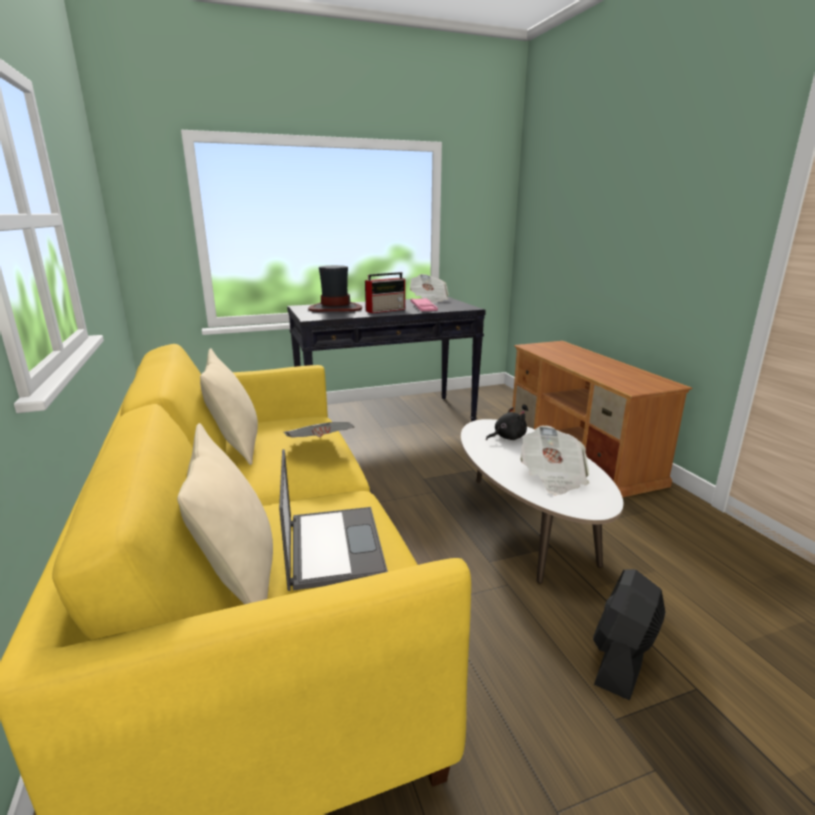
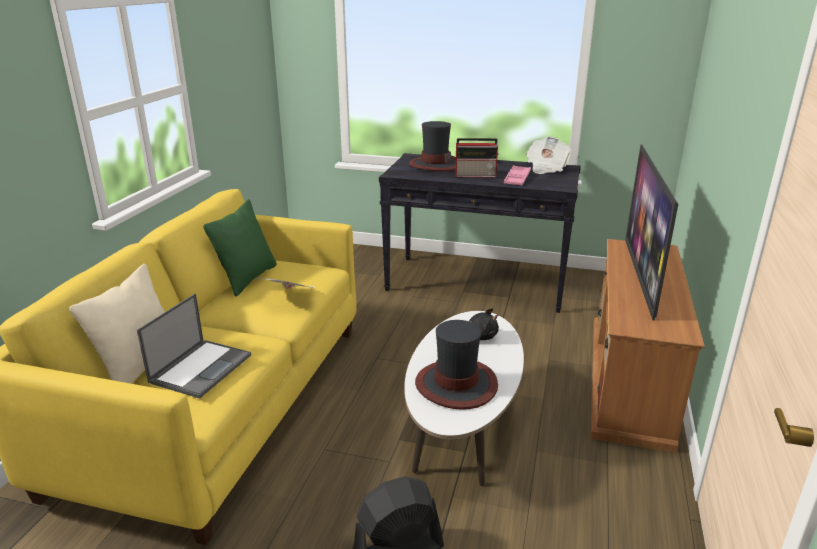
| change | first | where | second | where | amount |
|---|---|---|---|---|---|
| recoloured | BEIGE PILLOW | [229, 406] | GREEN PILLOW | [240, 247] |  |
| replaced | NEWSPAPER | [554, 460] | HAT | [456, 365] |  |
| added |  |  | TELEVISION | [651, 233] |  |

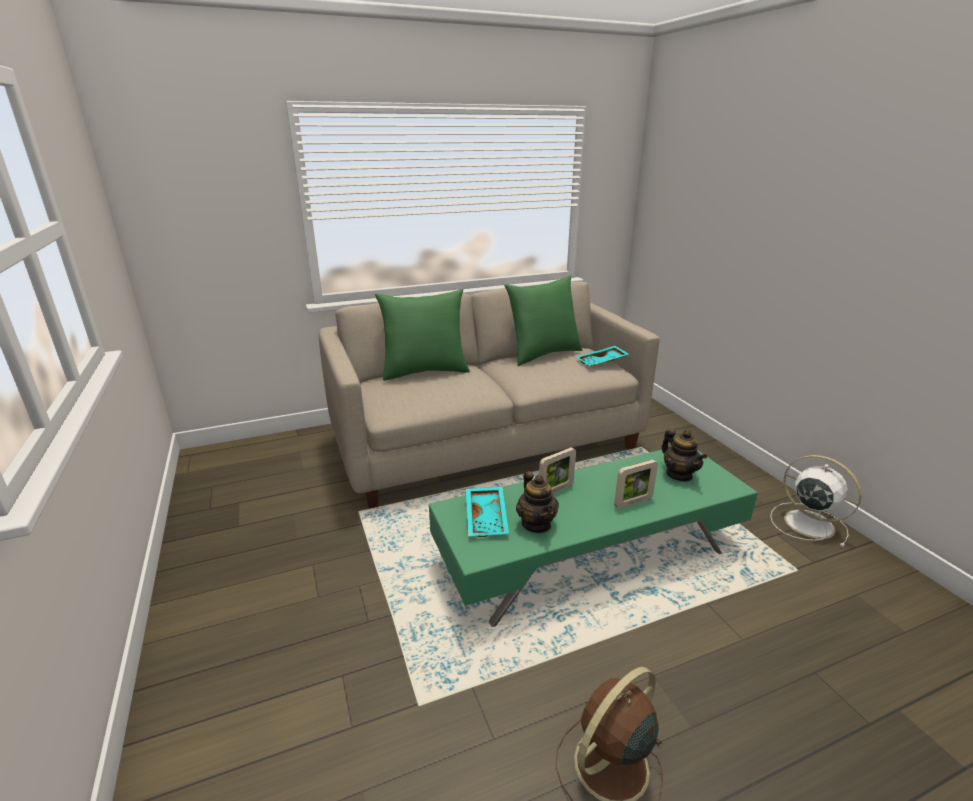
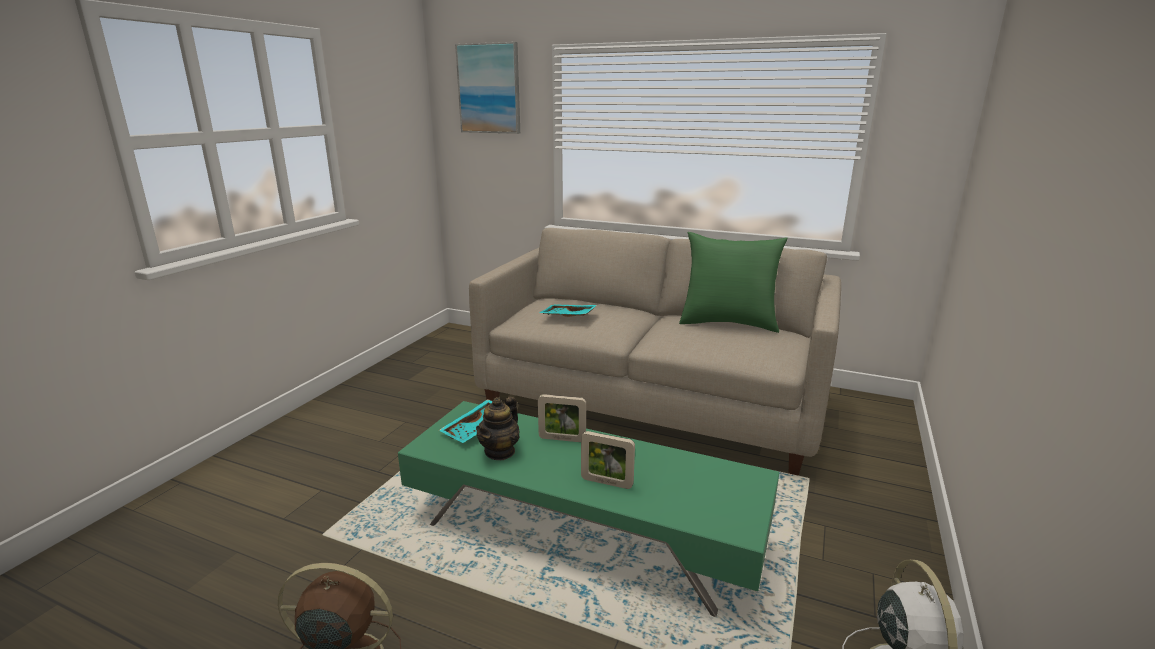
| change | first | where | second | where | amount |
|---|---|---|---|---|---|
| added |  |  | PICTURE | [487, 88] |  |
| moved | TURQUOISE TRAY | [602, 356] |  | [568, 310] |  |
| removed | GREEN PILLOW | [422, 335] |  |  |  |
| removed | TEAPOT | [684, 455] |  |  |  |

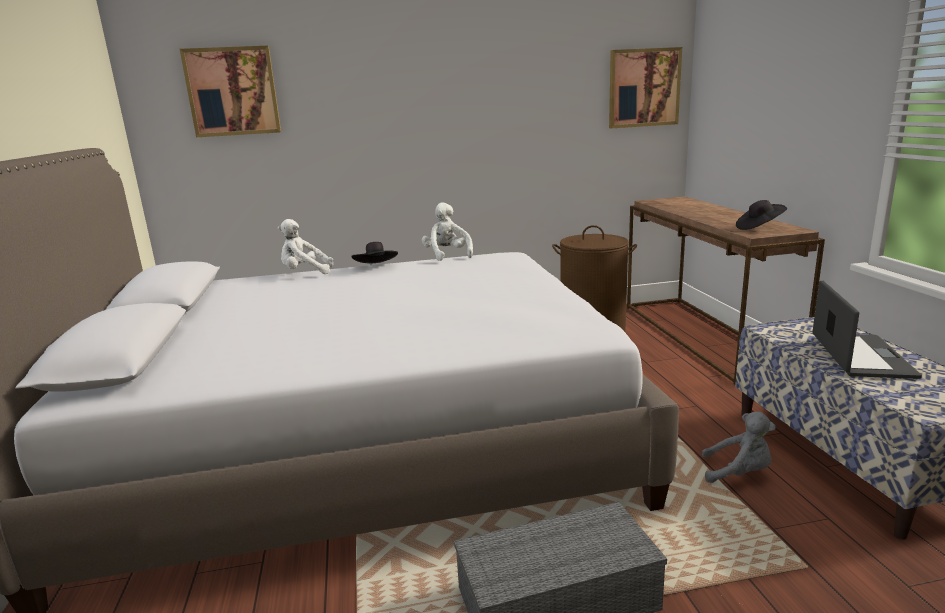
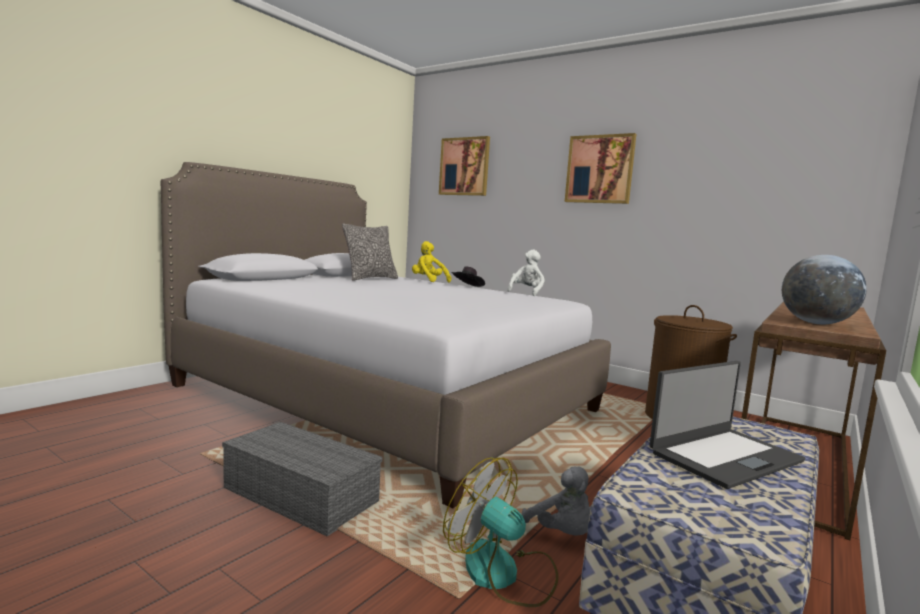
| change | first | where | second | where | amount |
|---|---|---|---|---|---|
| added |  |  | PILLOW | [370, 252] |  |
| recoloured | WHITE PLUSH TOY | [306, 246] | YELLOW PLUSH TOY | [431, 262] |  |
| added |  |  | FAN | [500, 532] |  |
| moved | PICTURE | [645, 87] |  | [600, 168] |  |
| replaced | BLACK HAT | [761, 215] | GLOBE | [824, 289] |  |

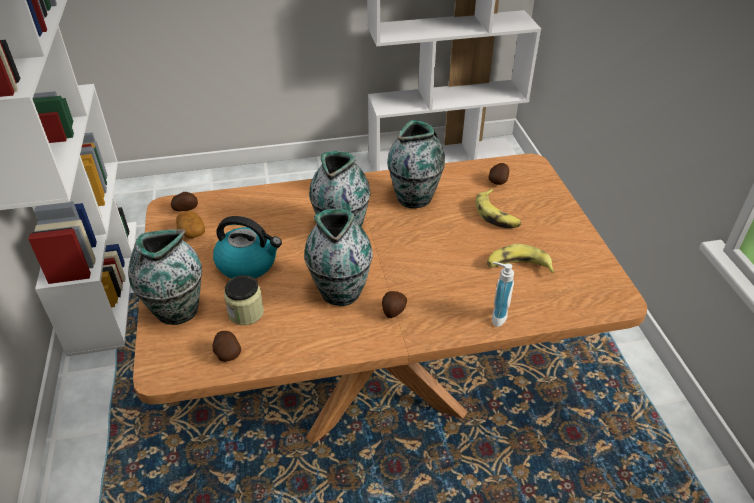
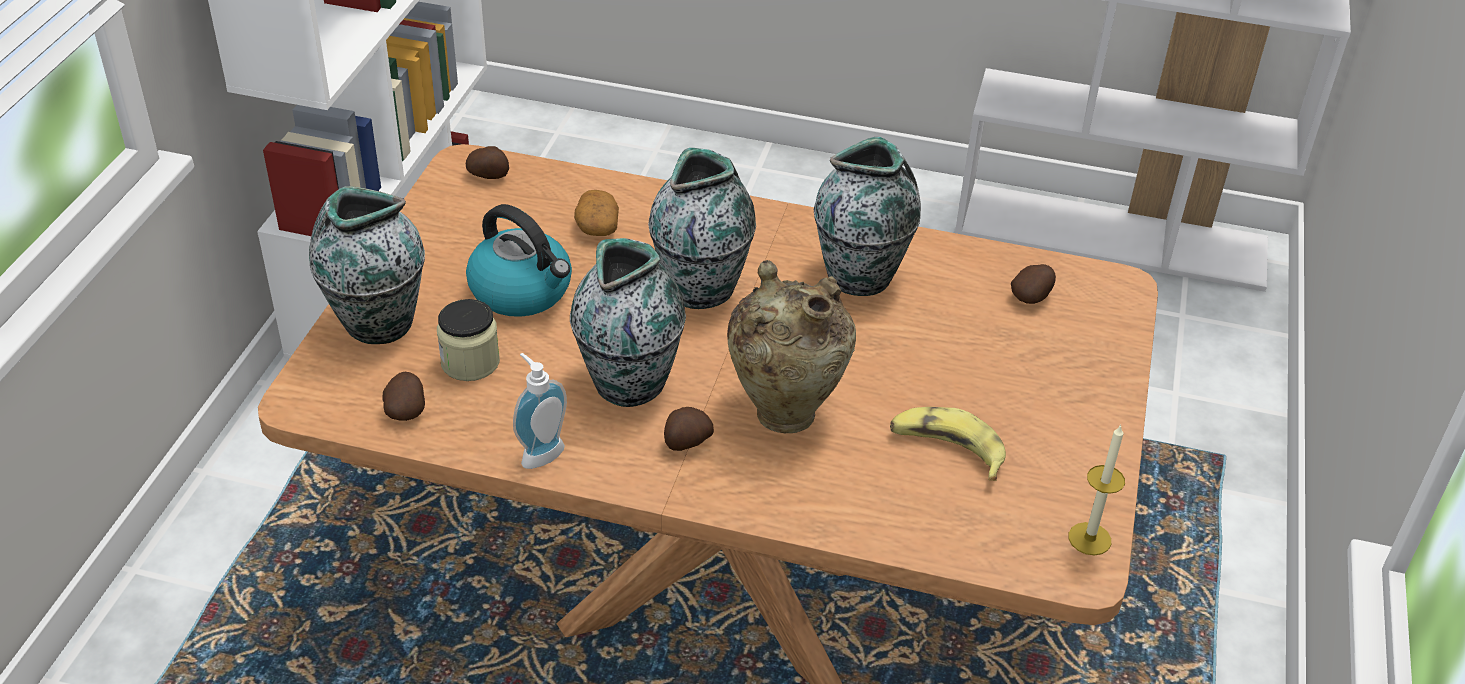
| change | first | where | second | where | amount |
|---|---|---|---|---|---|
| moved | SOAP DISPENSER | [503, 294] |  | [540, 411] |  |
| moved | POTATO | [190, 224] |  | [596, 213] |  |
| added |  |  | BEIGE VASE | [791, 346] |  |
| added |  |  | CANDLE | [1097, 489] |  |
| removed | BANANA | [499, 208] |  |  |  |

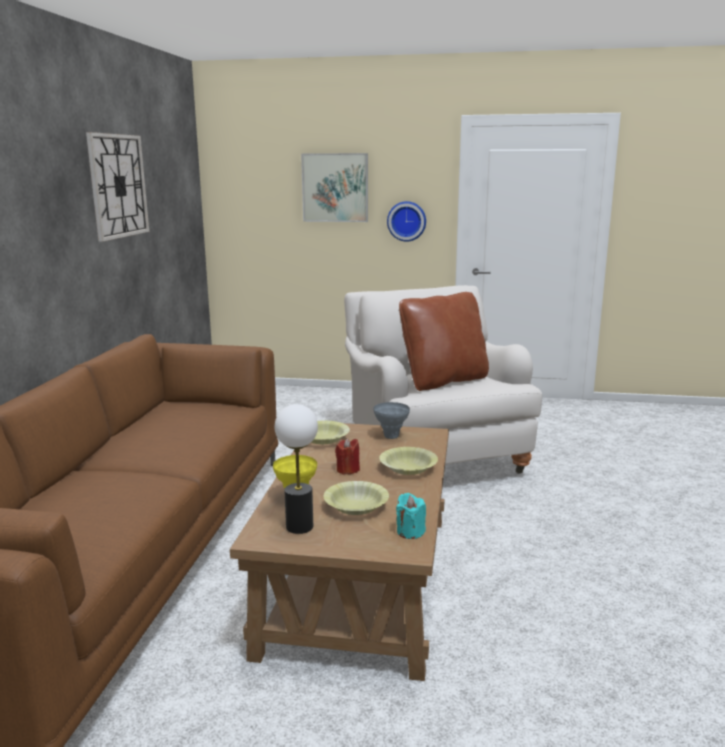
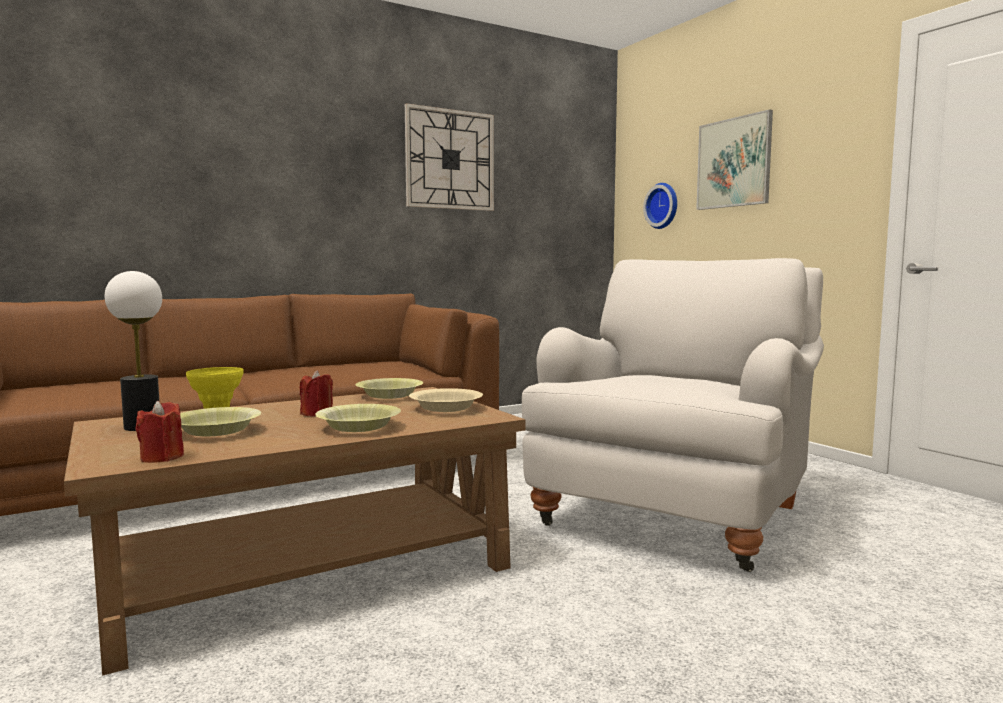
| change | first | where | second | where | amount |
|---|---|---|---|---|---|
| recoloured | TURQUOISE CANDLE | [411, 516] | RED CANDLE | [159, 432] |  |
| replaced | GREY VASE | [391, 420] | BEIGE BOWL | [446, 400] |  |
| moved | WALL CLOCK | [406, 221] |  | [660, 206] |  |
| removed | BROWN PILLOW | [444, 341] |  |  |  |

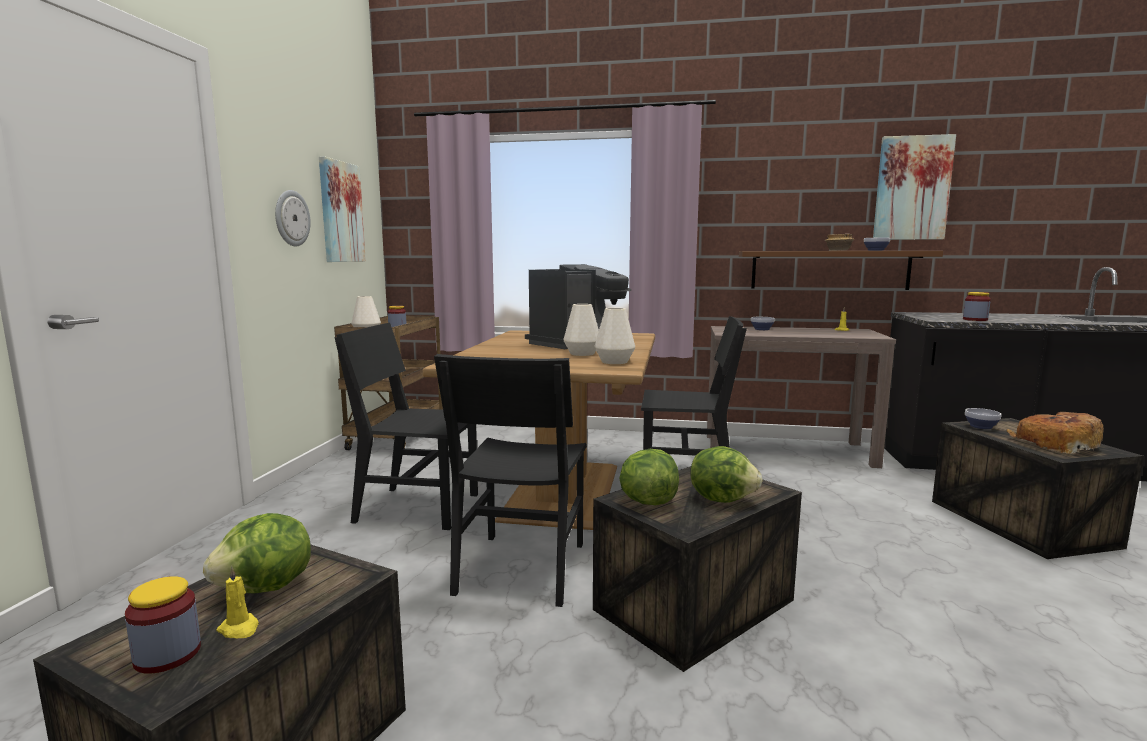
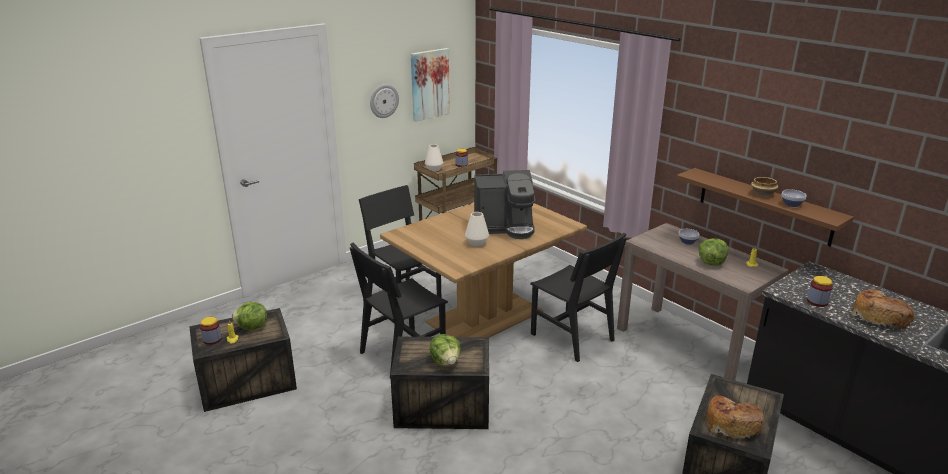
| change | first | where | second | where | amount |
|---|---|---|---|---|---|
| moved | LETTUCE | [649, 477] |  | [713, 252] |  |
| added |  |  | BREAD | [883, 309] |  |
| removed | WHITE VASE | [614, 336] |  |  |  |
| removed | PICTURE | [914, 187] |  |  |  |
| removed | BOWL | [983, 418] |  |  |  |

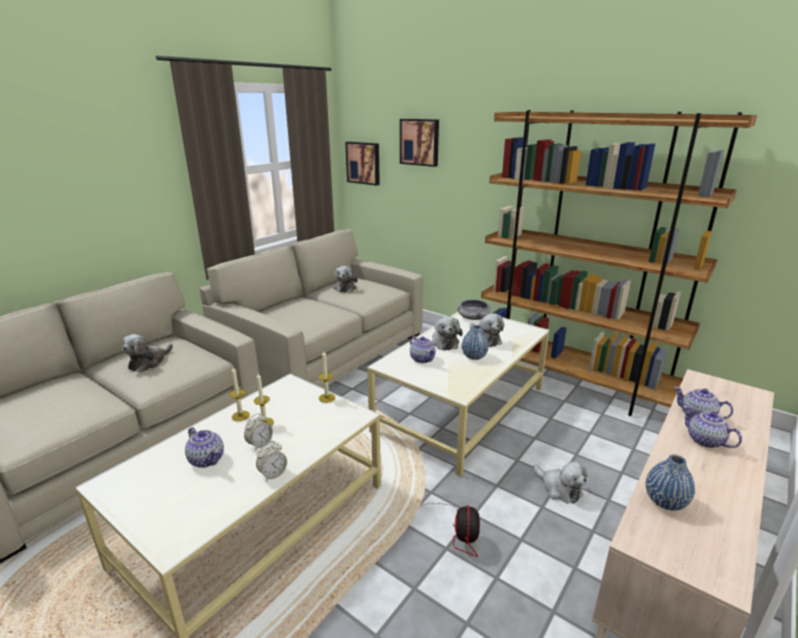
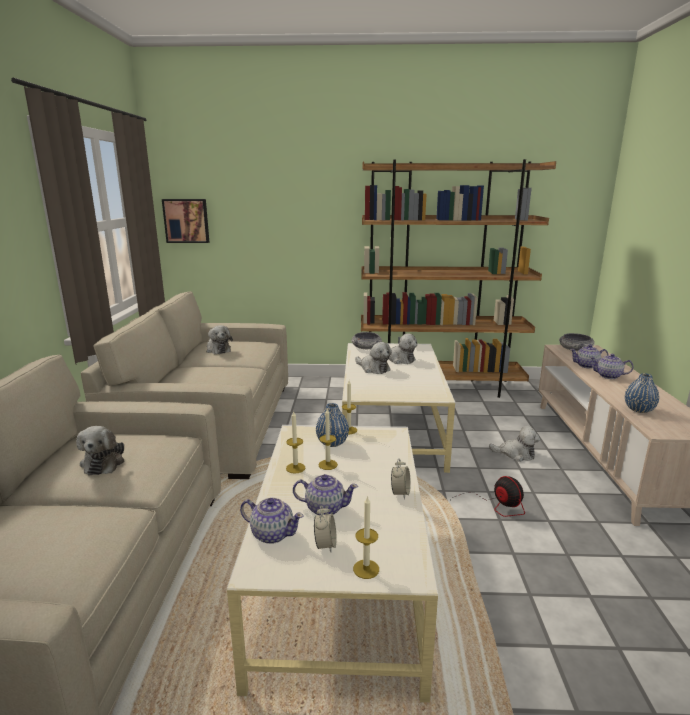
| change | first | where | second | where | amount |
|---|---|---|---|---|---|
| moved | TEAPOT | [423, 349] |  | [272, 521] |  |
| moved | ALARM CLOCK | [258, 431] |  | [325, 528] |  |
| moved | BLUE VASE | [475, 342] |  | [332, 425] |  |
| added |  |  | CANDLE | [366, 537] |  |
| added |  |  | BOWL | [577, 342] |  |
| removed | PICTURE | [419, 143] |  |  |  |

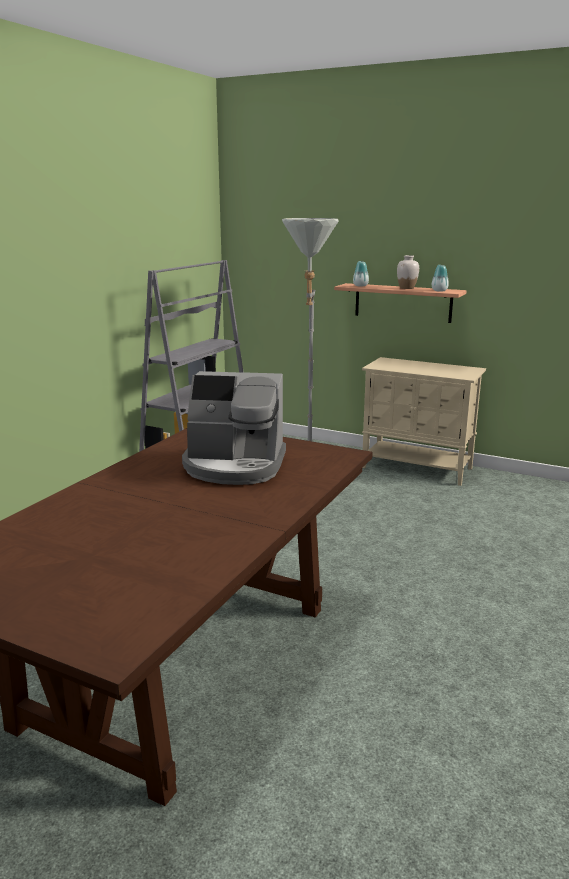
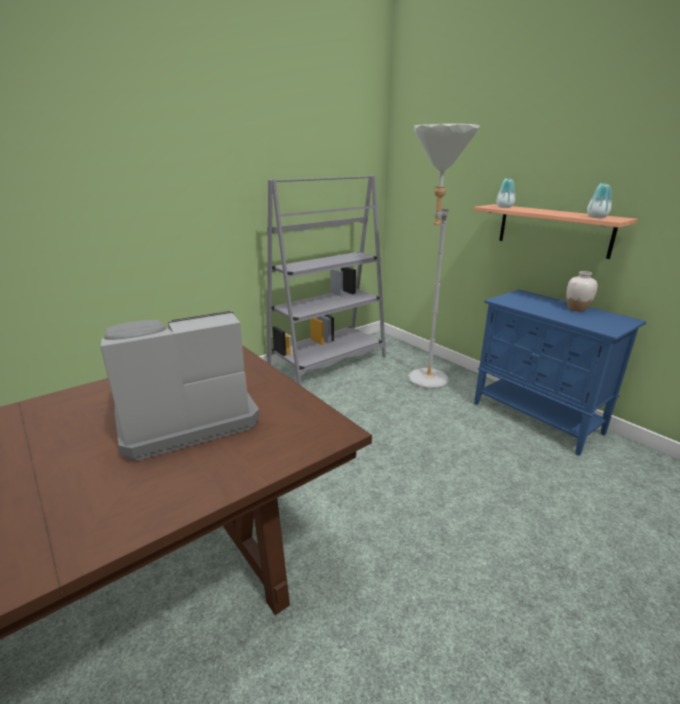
| change | first | where | second | where | amount |
|---|---|---|---|---|---|
| turned | COFFEE MACHINE | [234, 428] |  | [180, 386] | 120 degrees clockwise |
| recoloured | BEIGE CABINET | [424, 421] | BLUE CABINET | [560, 372] |  |
| moved | WHITE VASE | [408, 272] |  | [581, 291] |  |

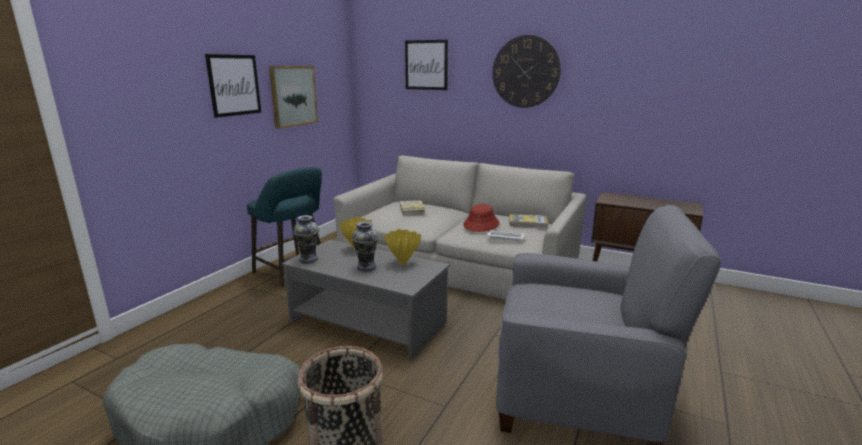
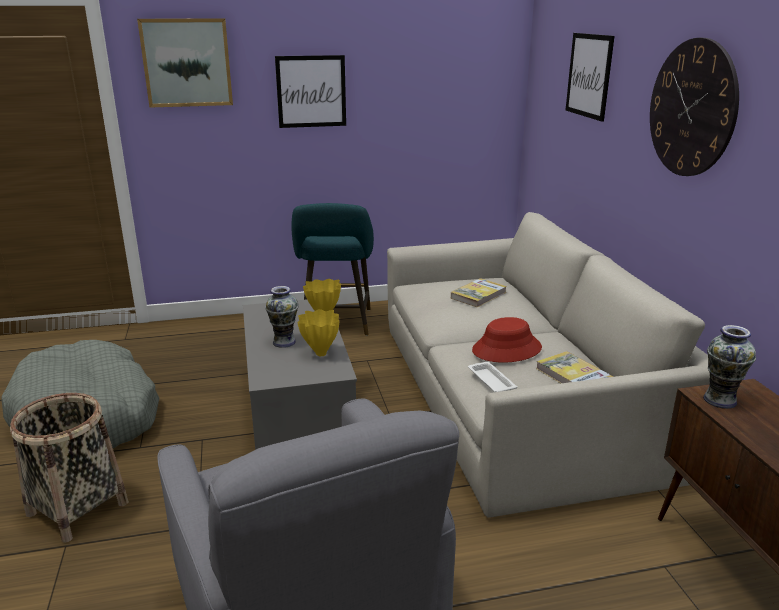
| change | first | where | second | where | amount |
|---|---|---|---|---|---|
| moved | PICTURE | [293, 97] |  | [185, 63] |  |
| moved | VASE | [306, 239] |  | [729, 367] |  |

